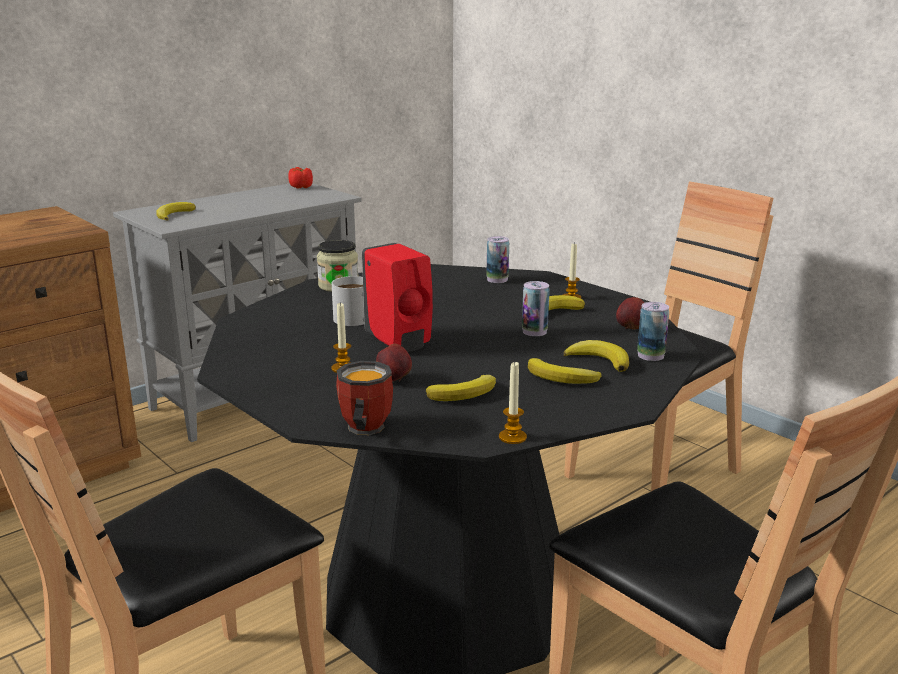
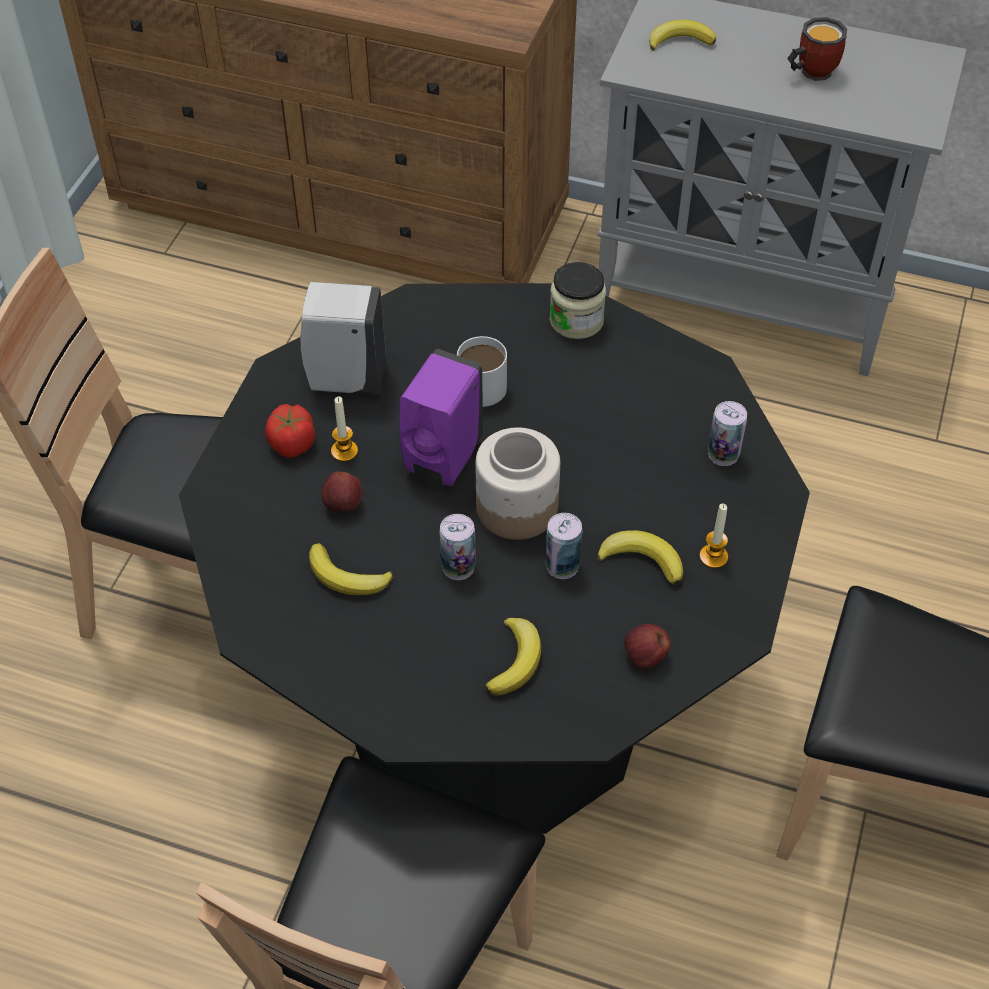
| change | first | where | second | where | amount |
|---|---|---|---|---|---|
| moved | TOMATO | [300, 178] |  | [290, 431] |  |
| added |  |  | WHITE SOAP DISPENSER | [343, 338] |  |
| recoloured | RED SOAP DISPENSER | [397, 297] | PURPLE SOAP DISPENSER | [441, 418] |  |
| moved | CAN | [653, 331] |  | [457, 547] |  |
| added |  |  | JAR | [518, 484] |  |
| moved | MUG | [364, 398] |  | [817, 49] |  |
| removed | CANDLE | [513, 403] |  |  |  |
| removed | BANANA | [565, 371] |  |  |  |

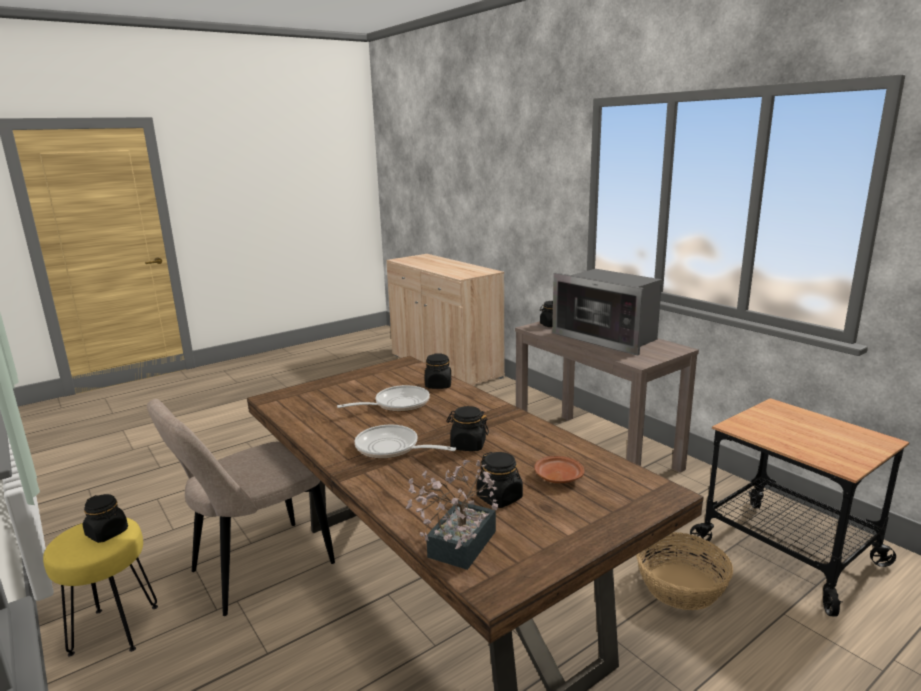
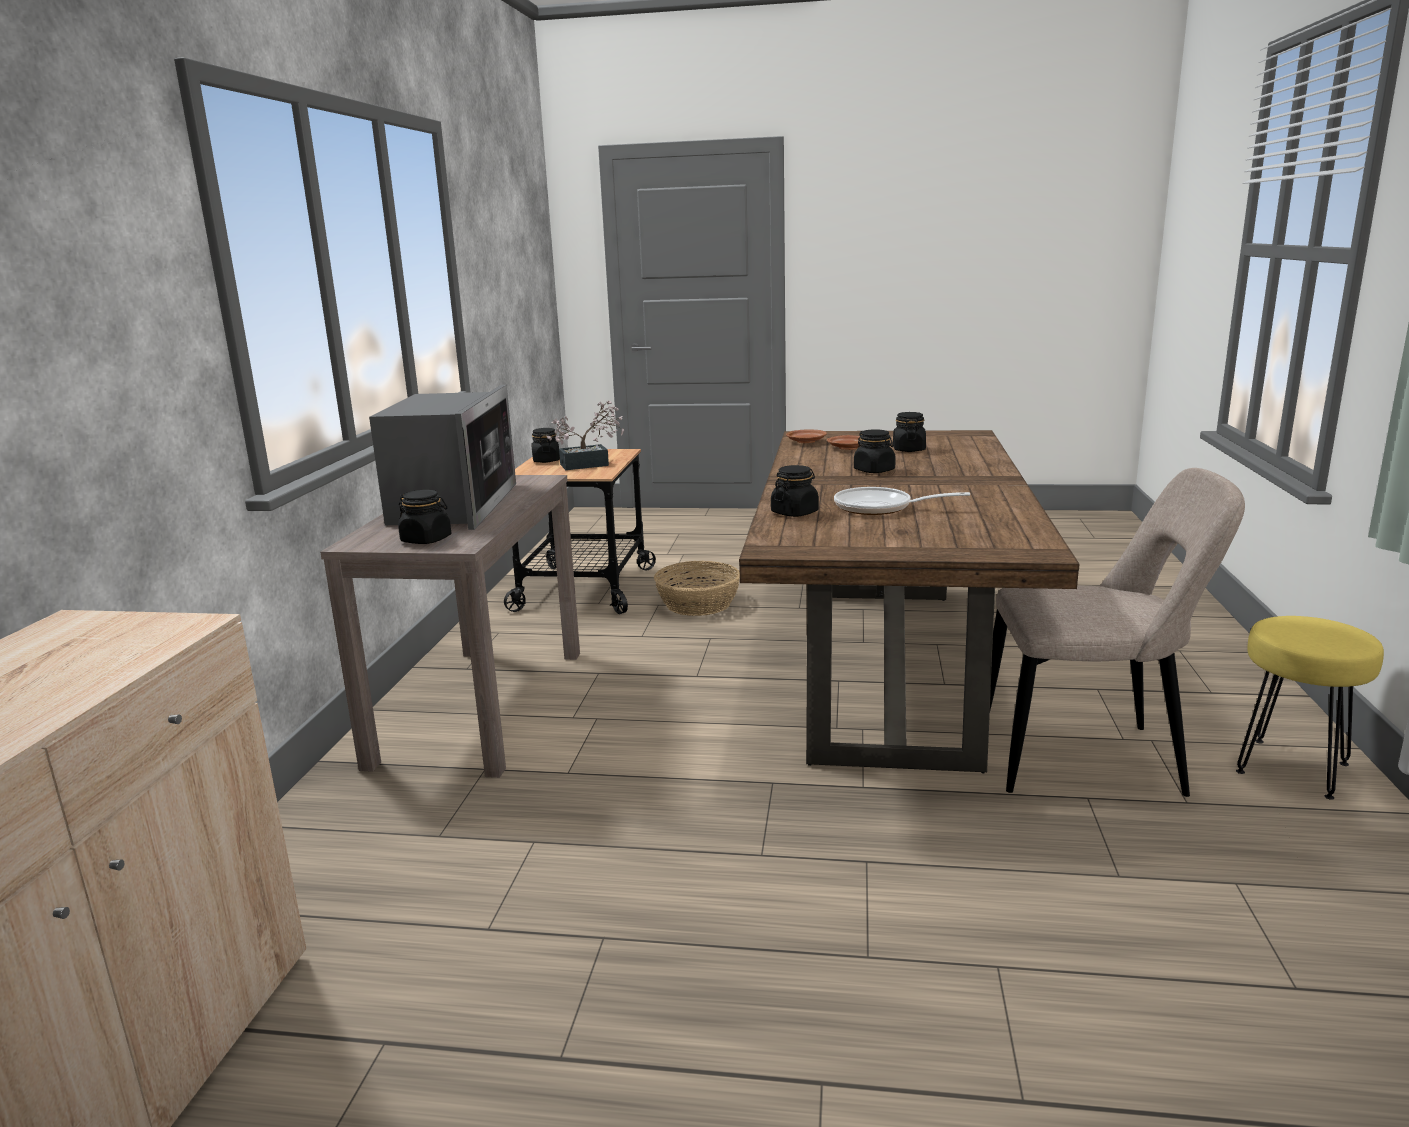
| change | first | where | second | where | amount |
|---|---|---|---|---|---|
| moved | BLACK JAR | [105, 518] |  | [546, 445] |  |
| moved | POTTED PLANT | [452, 515] |  | [585, 435] |  |
| added |  |  | BROWN PLATE | [806, 436] |  |
| removed | FRYING PAN | [405, 442] |  |  |  |

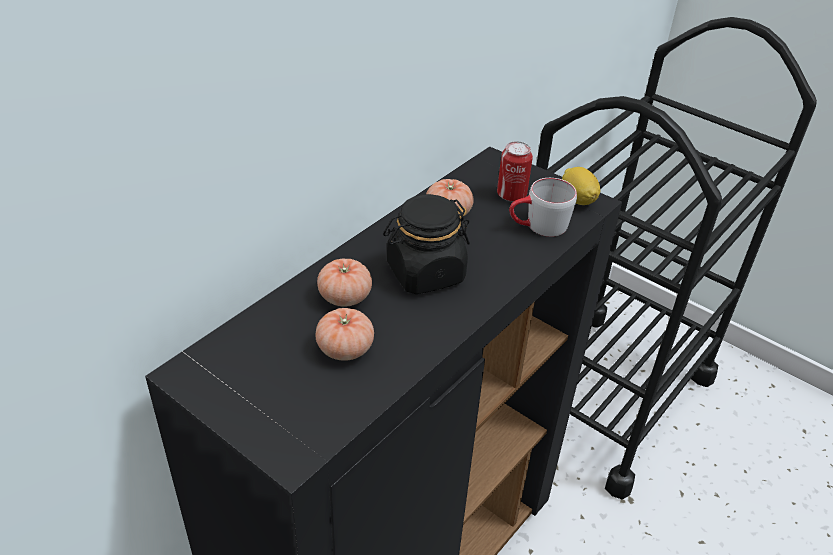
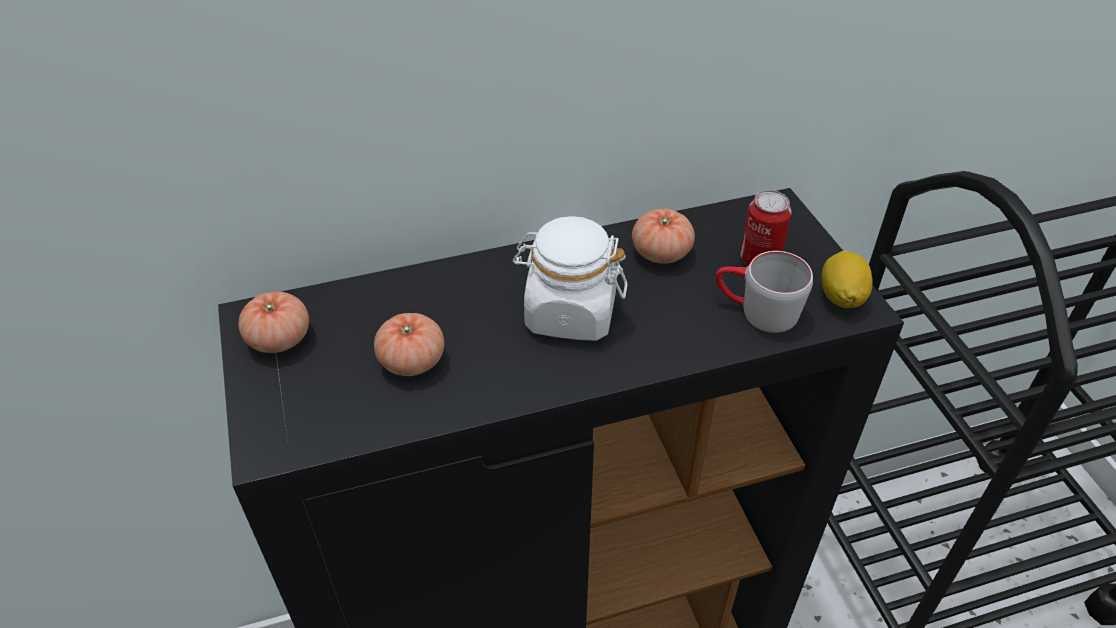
| change | first | where | second | where | amount |
|---|---|---|---|---|---|
| moved | TOMATO | [344, 283] |  | [273, 322] |  |
| recoloured | BLACK JAR | [426, 244] | WHITE JAR | [570, 278] |  |

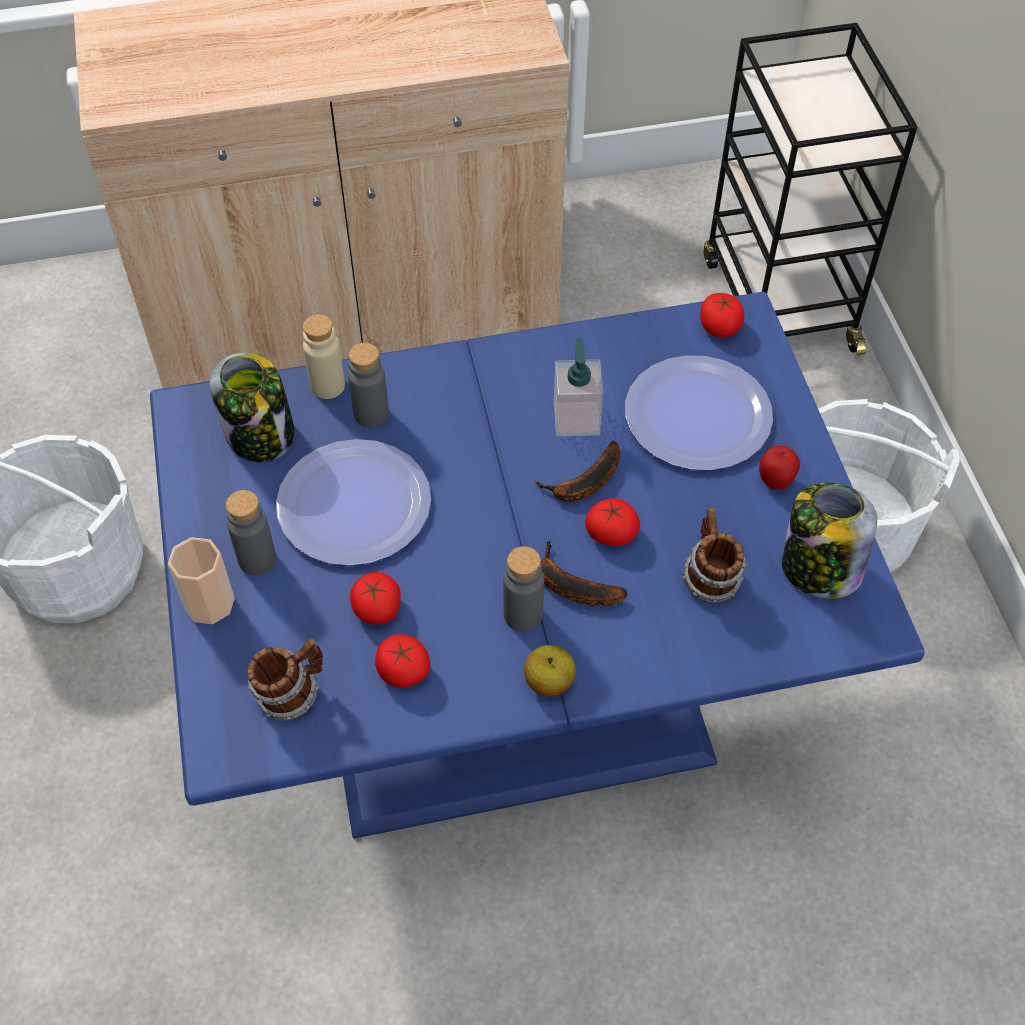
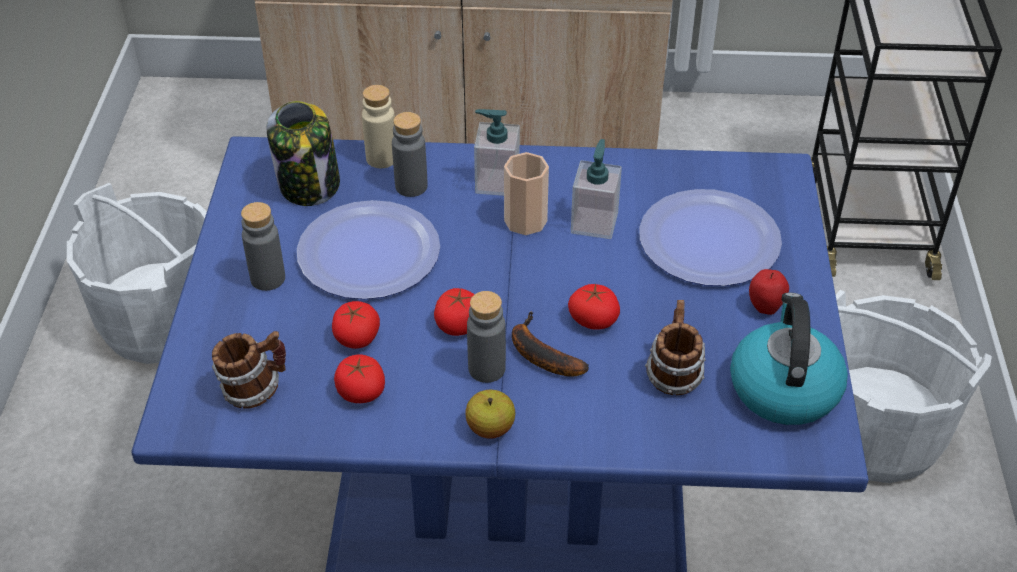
| change | first | where | second | where | amount |
|---|---|---|---|---|---|
| moved | TOMATO | [722, 315] |  | [454, 312] |  |
| added |  |  | SOAP DISPENSER | [497, 152] |  |
| moved | CUP | [201, 580] |  | [526, 193] |  |
| replaced | JAR | [829, 541] | KETTLE | [789, 359] |  |
| removed | BANANA | [577, 471] |  |  |  |

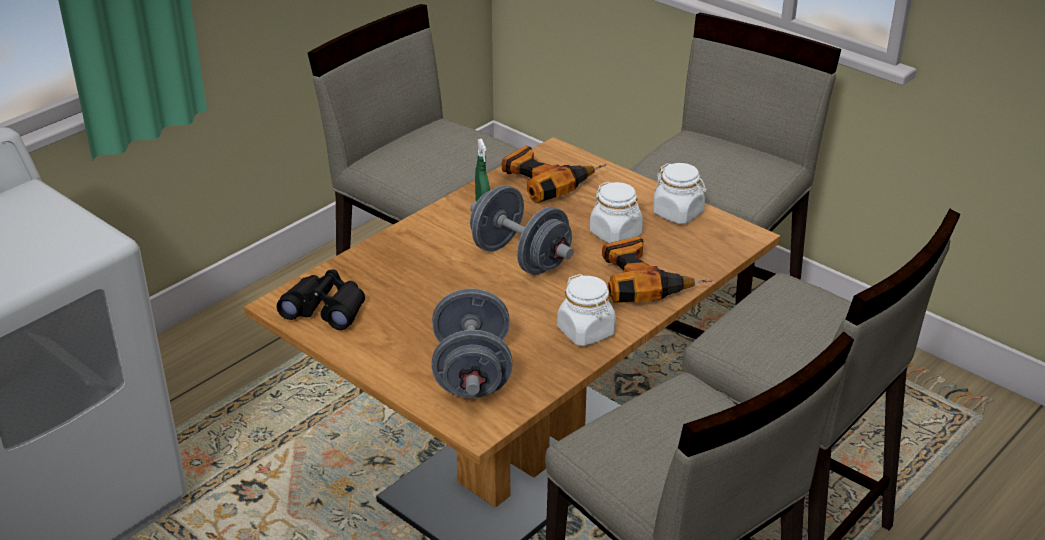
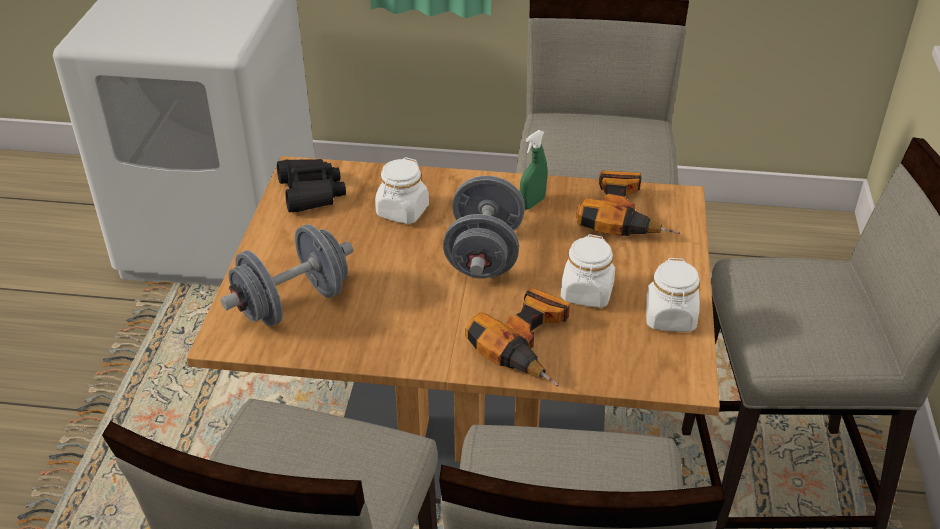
| change | first | where | second | where | amount |
|---|---|---|---|---|---|
| moved | WHITE JAR | [586, 310] |  | [402, 190] |  |

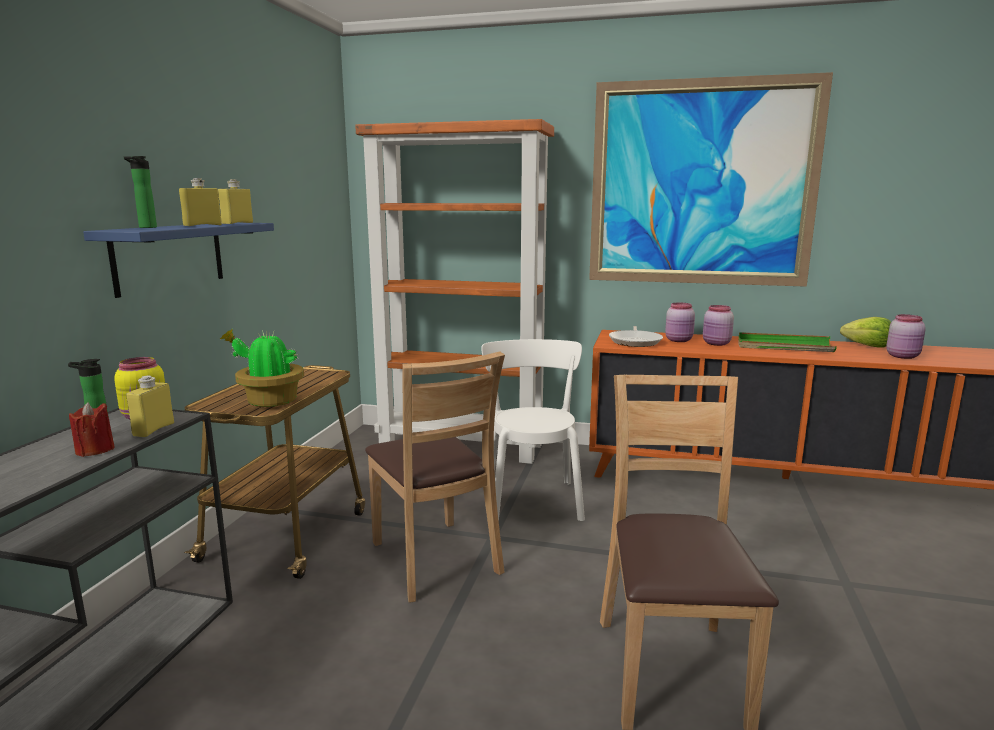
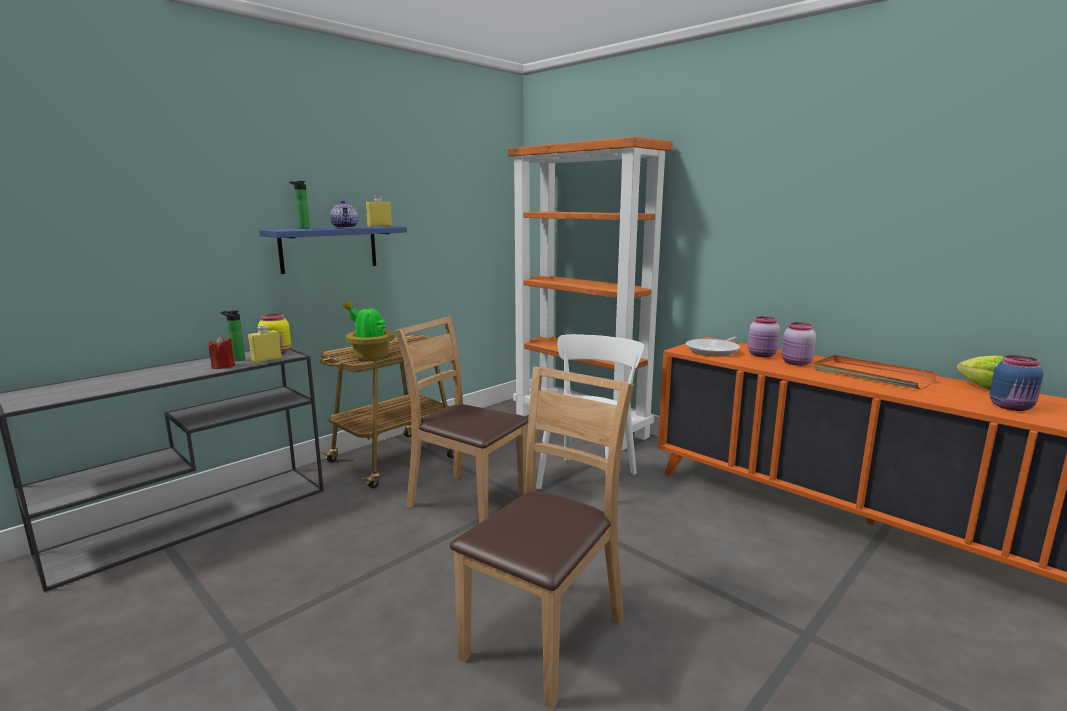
| change | first | where | second | where | amount |
|---|---|---|---|---|---|
| replaced | YELLOW BOTTLE | [200, 202] | TEAPOT | [344, 214] |  |
| turned | BROWN CHAIR | [435, 477] |  | [462, 420] | 120 degrees clockwise |
| recoloured | GREEN TRAY | [788, 342] | ORANGE TRAY | [875, 372] |  |
| recoloured | PINK JAR | [906, 336] | BLUE JAR | [1016, 383] |  |
| removed | PICTURE | [711, 179] |  |  |  |

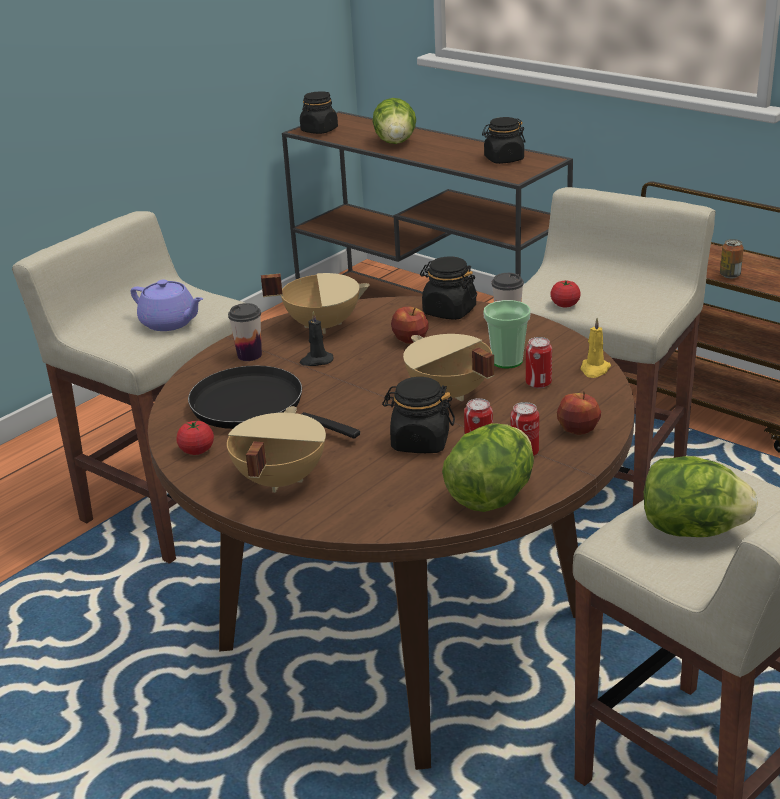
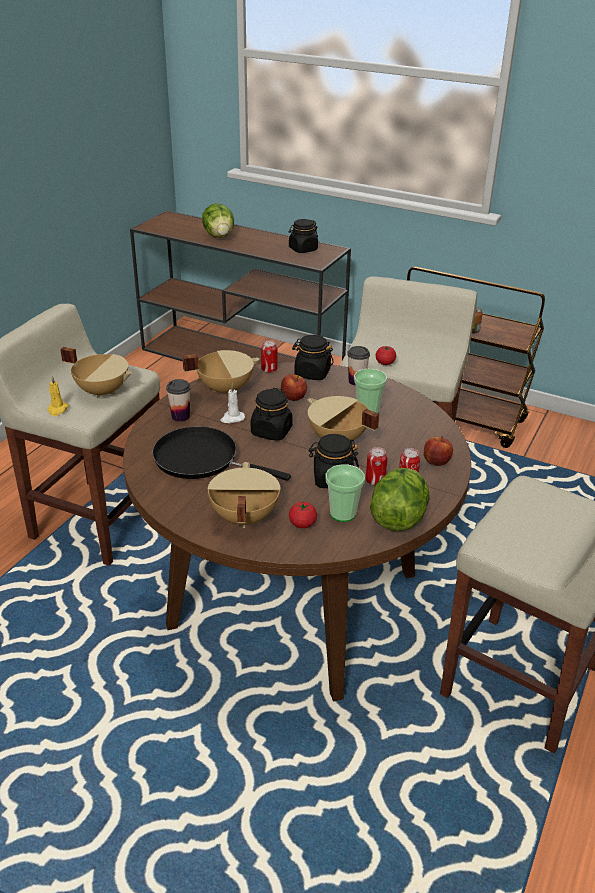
| change | first | where | second | where | amount |
|---|---|---|---|---|---|
| moved | YELLOW CANDLE | [596, 348] |  | [58, 396] |  |
| replaced | PURPLE TEAPOT | [167, 305] | BEIGE COOKING POT | [96, 372] |  |
| recoloured | BLACK CANDLE | [316, 338] | WHITE CANDLE | [233, 403] |  |
| moved | BLACK JAR | [319, 112] |  | [272, 414] |  |
| moved | CAN | [539, 362] |  | [269, 356] |  |
| moved | TOMATO | [195, 437] |  | [303, 515] |  |
| added |  |  | CUP | [345, 493] |  |
| removed | LETTUCE | [701, 496] |  |  |  |

